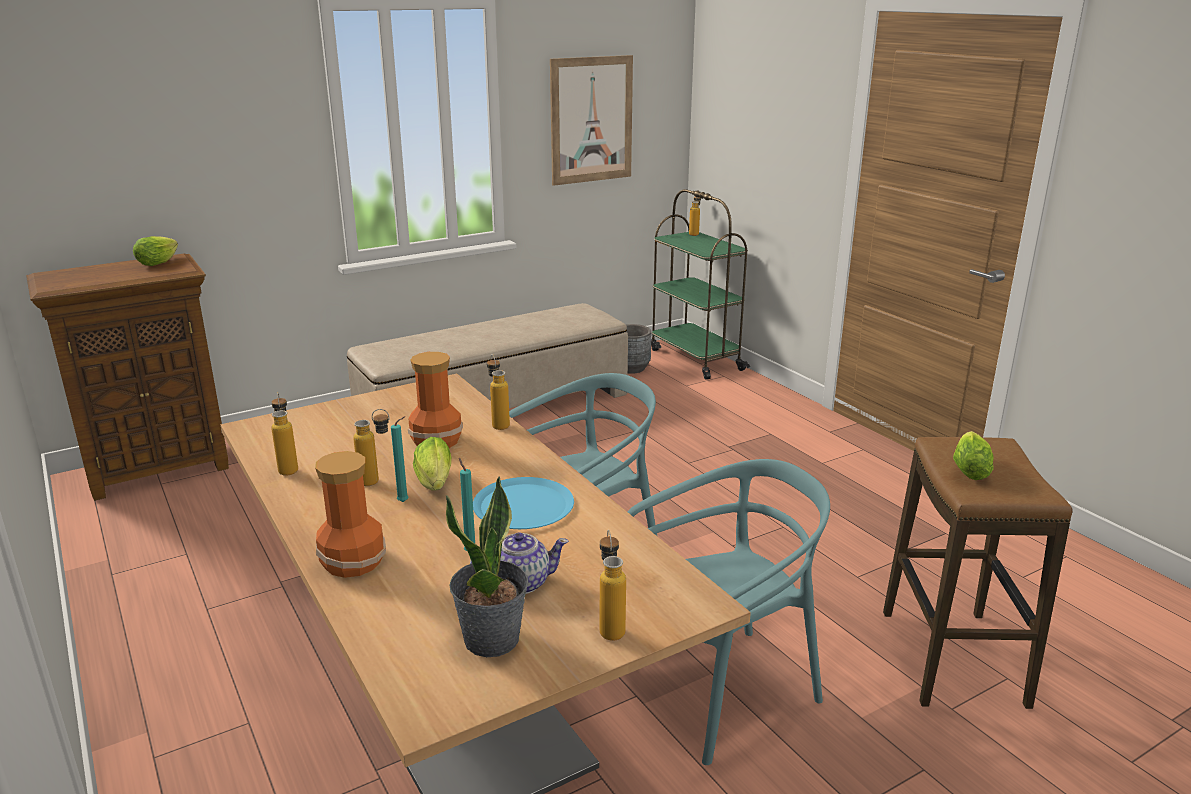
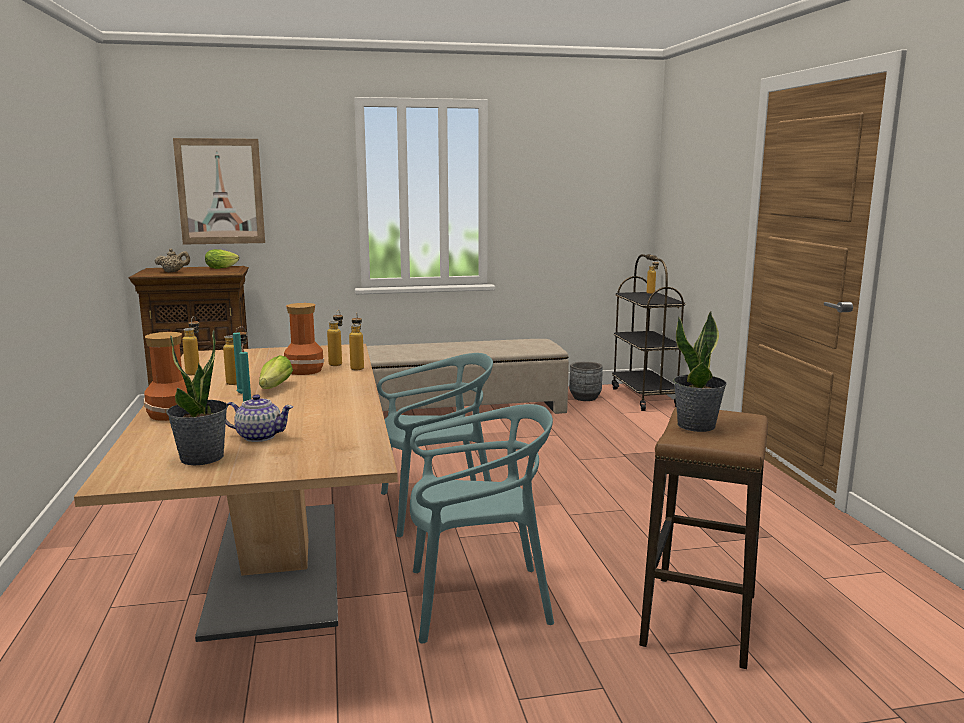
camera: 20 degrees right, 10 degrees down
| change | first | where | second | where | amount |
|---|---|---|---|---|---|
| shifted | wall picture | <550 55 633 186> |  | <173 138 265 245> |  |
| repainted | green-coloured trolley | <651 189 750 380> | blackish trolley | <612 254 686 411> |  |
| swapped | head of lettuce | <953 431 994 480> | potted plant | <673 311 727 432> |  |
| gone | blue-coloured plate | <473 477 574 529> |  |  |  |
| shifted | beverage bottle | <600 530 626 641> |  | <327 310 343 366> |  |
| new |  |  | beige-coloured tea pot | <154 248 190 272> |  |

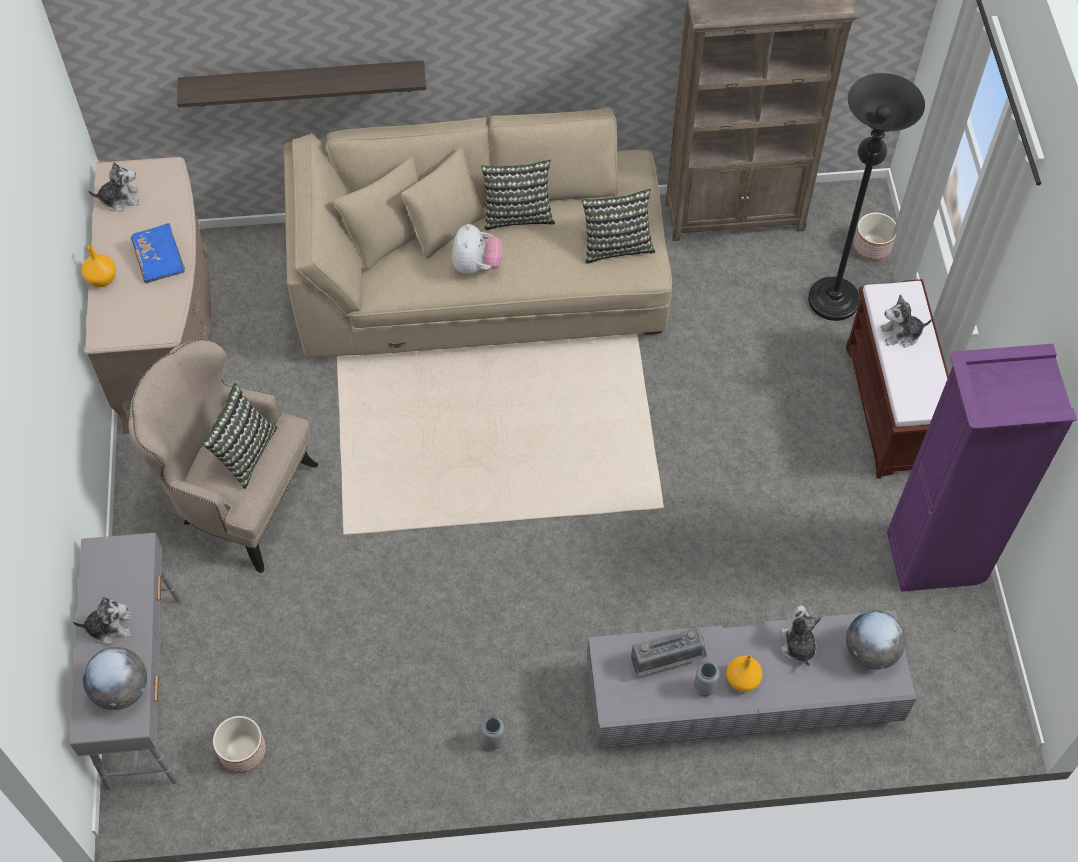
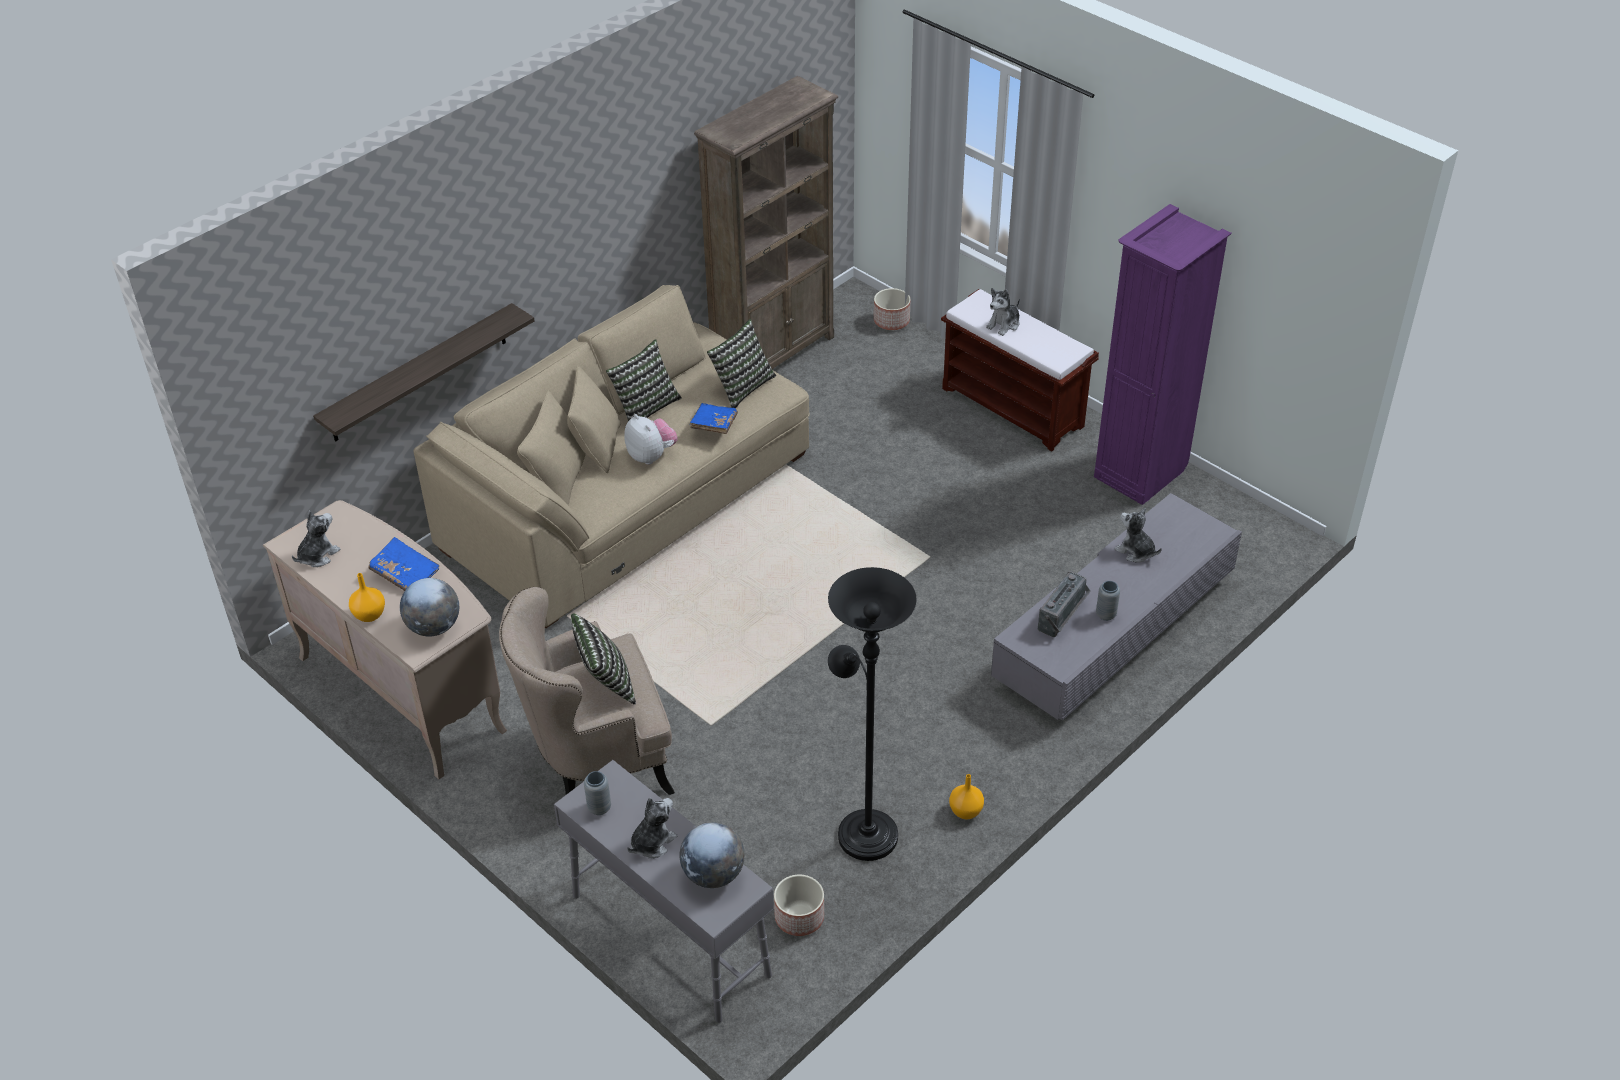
camera: 40 degrees left, 15 degrees down
| change | first | where | second | where | amount |
|---|---|---|---|---|---|
| shifted | blackish floor lamp | <808 73 925 321> |  | <828 567 917 861> |  |
| shifted | desk globe | <846 611 906 670> |  | <400 578 459 637> |  |
| shifted | orangey flower vase | <726 655 762 692> |  | <949 774 984 819> |  |
| shifted | greyish flower vase | <482 717 505 750> |  | <584 771 611 815> |  |
| new |  |  | blue-coloured book | <690 403 738 434> |  |

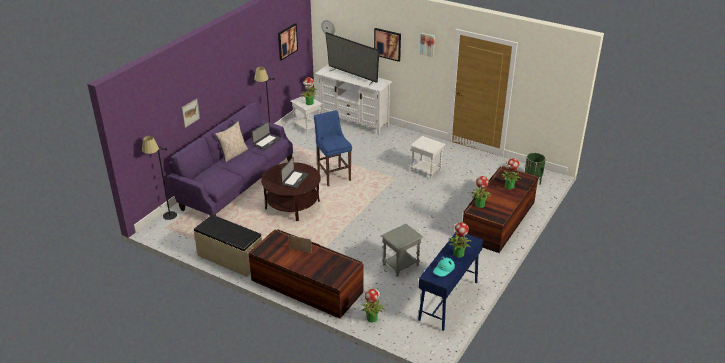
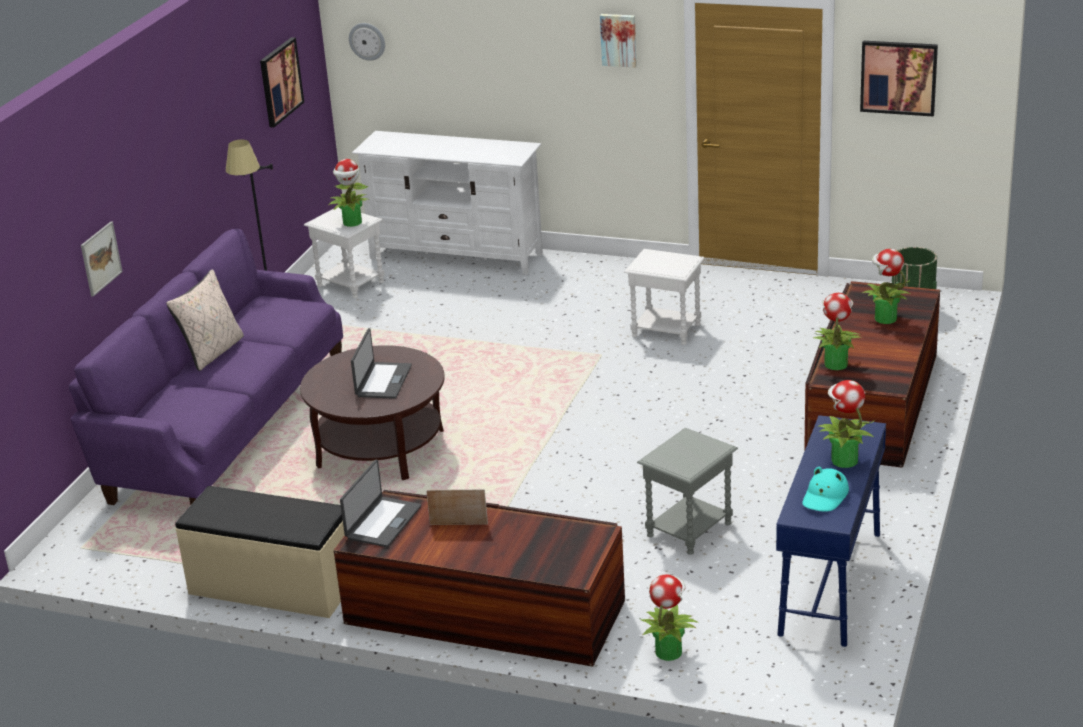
camera: 10 degrees left, 5 degrees down
| change | first | where | second | where | amount |
|---|---|---|---|---|---|
| shifted | wall picture | <374 28 401 62> |  | <860 40 938 116> |  |
| gone | TV set | <325 32 380 85> |  |  |  |
| gone | blue-coloured sitting stool | <314 110 352 186> |  |  |  |
| shifted | portable computer | <252 121 281 150> |  | <340 460 421 547> |  |
| gone | blackish floor lamp | <142 136 177 220> |  |  |  |

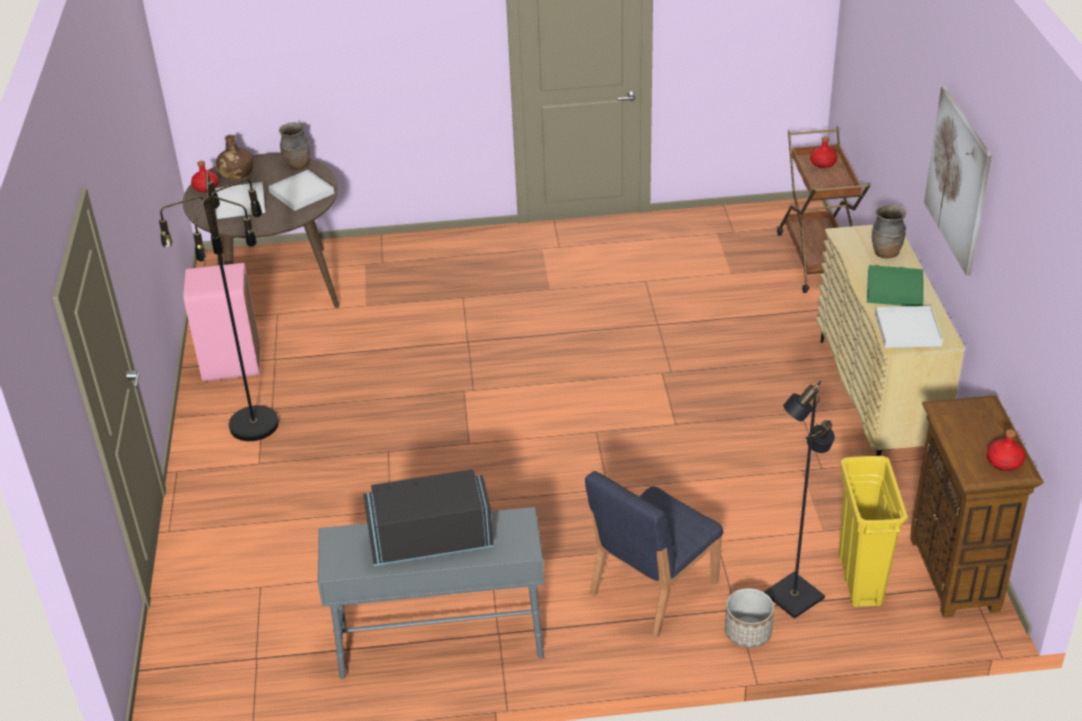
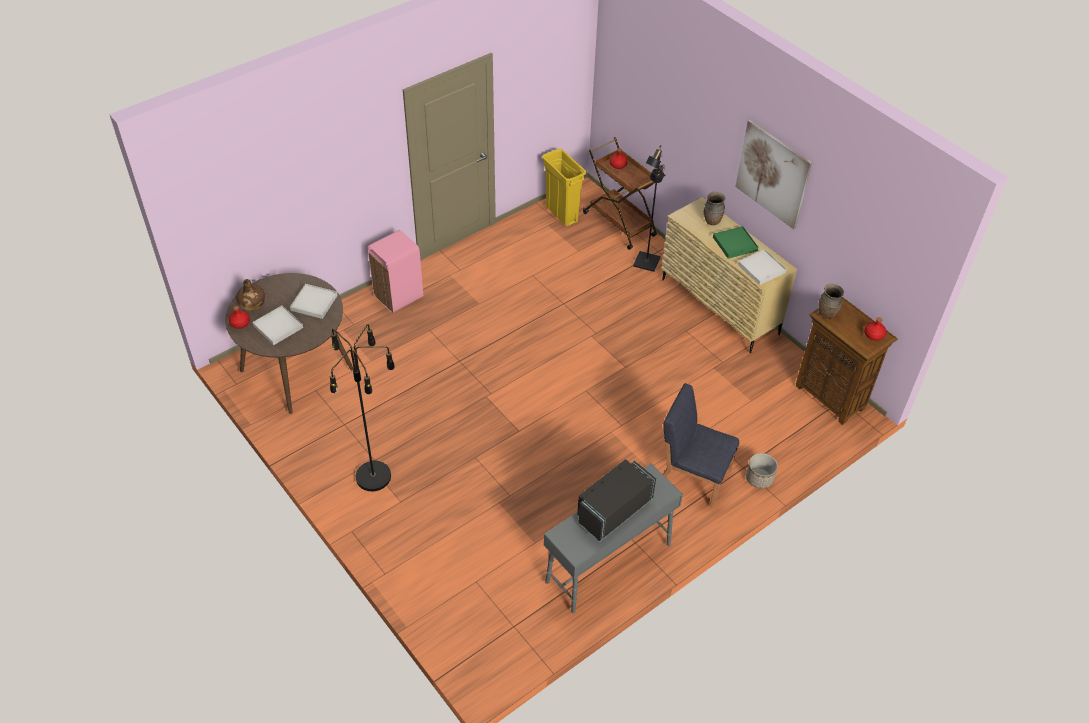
camera: 35 degrees left, 10 degrees up
| change | first | where | second | where | amount |
|---|---|---|---|---|---|
| shifted | brown-coloured flower vase | <279 122 310 170> |  | <818 284 844 319> |  |
| shifted | pinkish waste bin | <184 263 261 381> |  | <367 230 423 313> |  |
| shifted | blackish floor lamp | <764 380 835 619> |  | <633 145 665 272> |  |
| shifted | yellow-coloured waste bin | <839 456 908 607> |  | <542 149 586 226> |  |
| rotated | blue-coloured upright chair | <585 471 723 638> |  | <663 383 739 508> | 105 degrees clockwise |

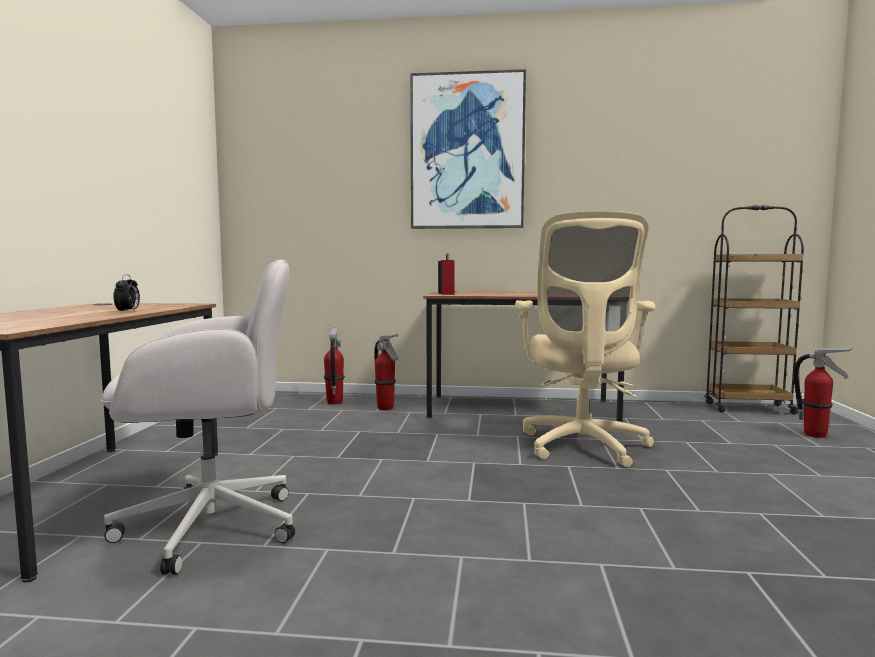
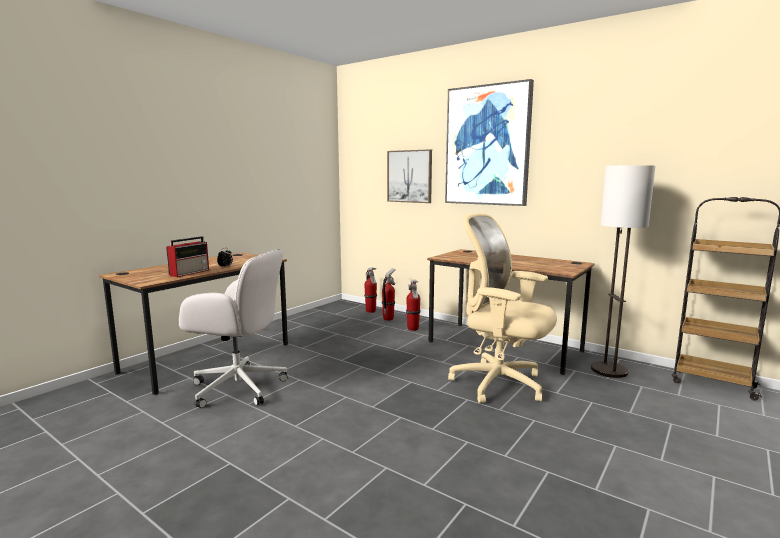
camera: 30 degrees right, 5 degrees up
| change | first | where | second | where | amount |
|---|---|---|---|---|---|
| rotated | beige-coloured computer chair | <515 211 655 467> |  | <448 213 557 403> | 90 degrees clockwise |
| shifted | radio set | <438 254 455 295> |  | <166 236 209 277> |  |
| shifted | extinguisher | <793 348 853 438> |  | <364 267 377 313> |  |
| new |  |  | wall picture | <387 149 432 203> |  |
| new |  |  | floor lamp | <591 165 655 378> |  |

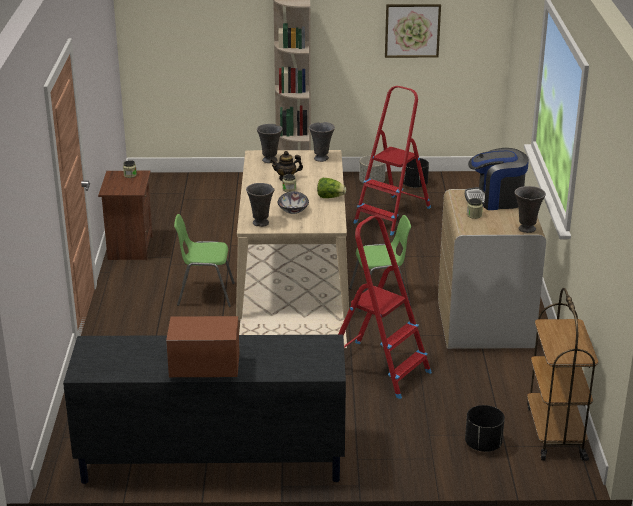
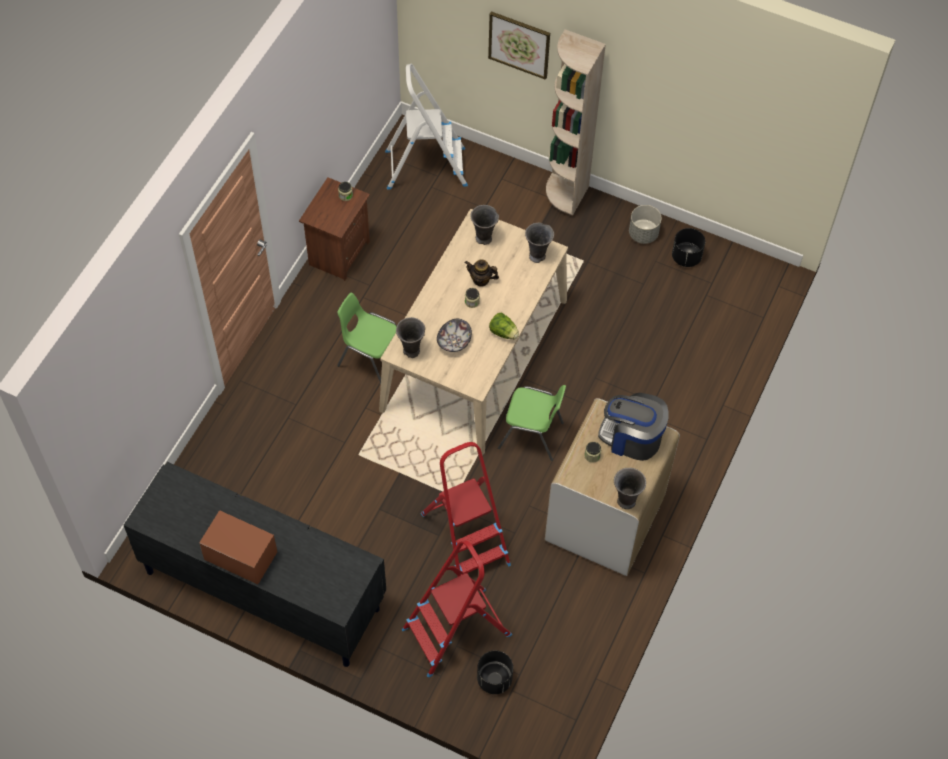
camera: 25 degrees right, 30 degrees up
| change | first | where | second | where | amount |
|---|---|---|---|---|---|
| shifted | wall picture | <385 4 441 58> |  | <488 11 550 80> |  |
| shifted | red step ladder | <354 86 431 236> |  | <402 540 512 677> |  |
| gone | brown-coloured trolley | <527 288 599 461> |  |  |  |
| new |  |  | white-coloured step ladder | <385 64 468 190> |  |

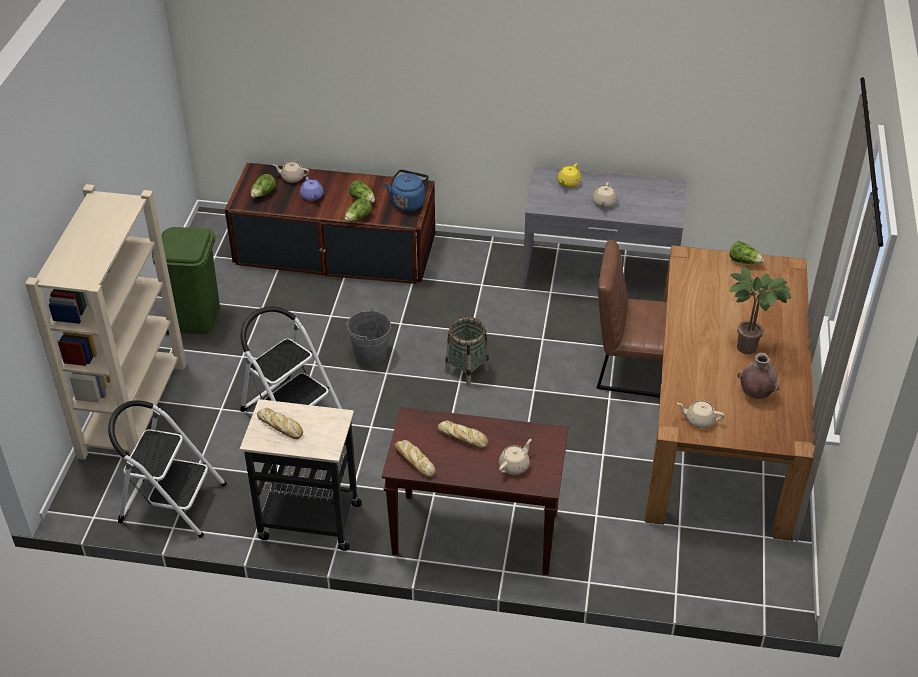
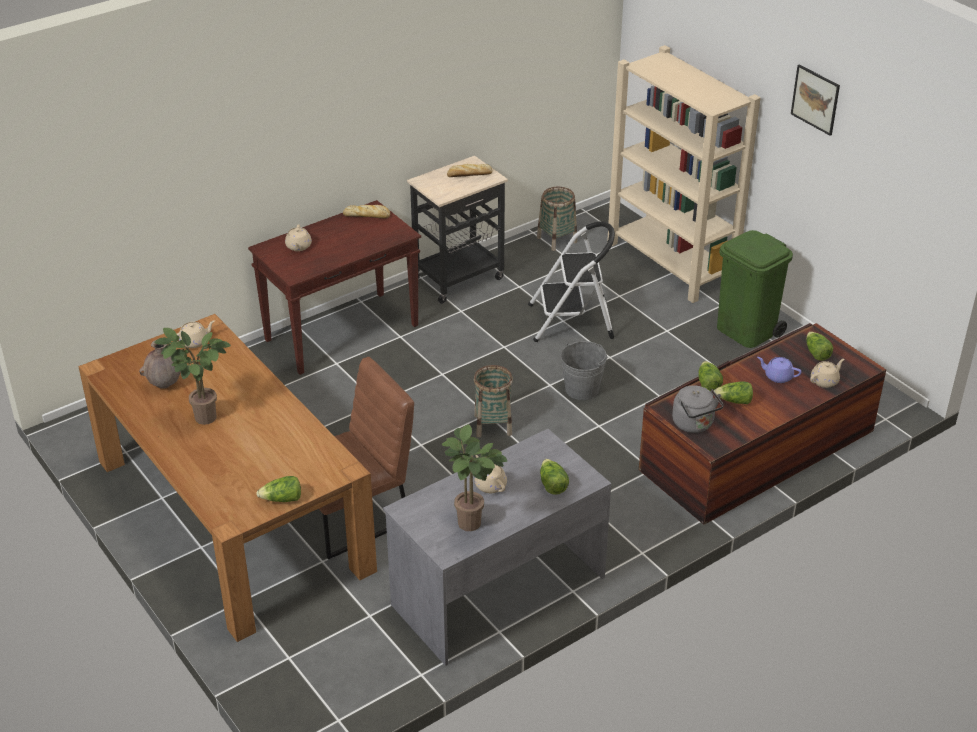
camera: 135 degrees right, 5 degrees down
| change | first | where | second | where | amount |
|---|---|---|---|---|---|
| swapped | yellow-coloured tea pot | <557 163 582 188> | head of lettuce | <540 459 569 495> |  |
| repainted | blue-coloured kettle | <385 170 429 212> | greyish kettle | <672 385 724 433> |  |
| swapped | step ladder | <108 400 227 538> | household basket | <537 187 577 251> |  |
| gone | baked bread | <437 420 488 449> |  |  |  |
| new |  |  | wall picture | <791 64 840 136> |  |
| new |  |  | potted plant | <442 424 507 531> |  |

